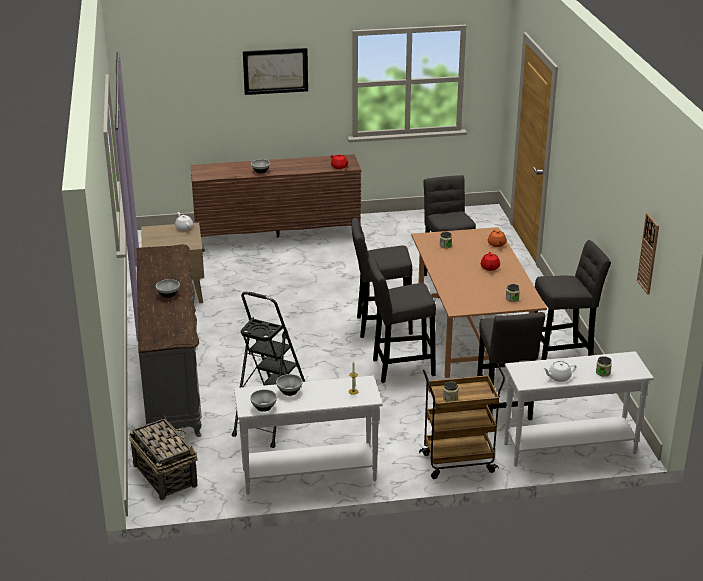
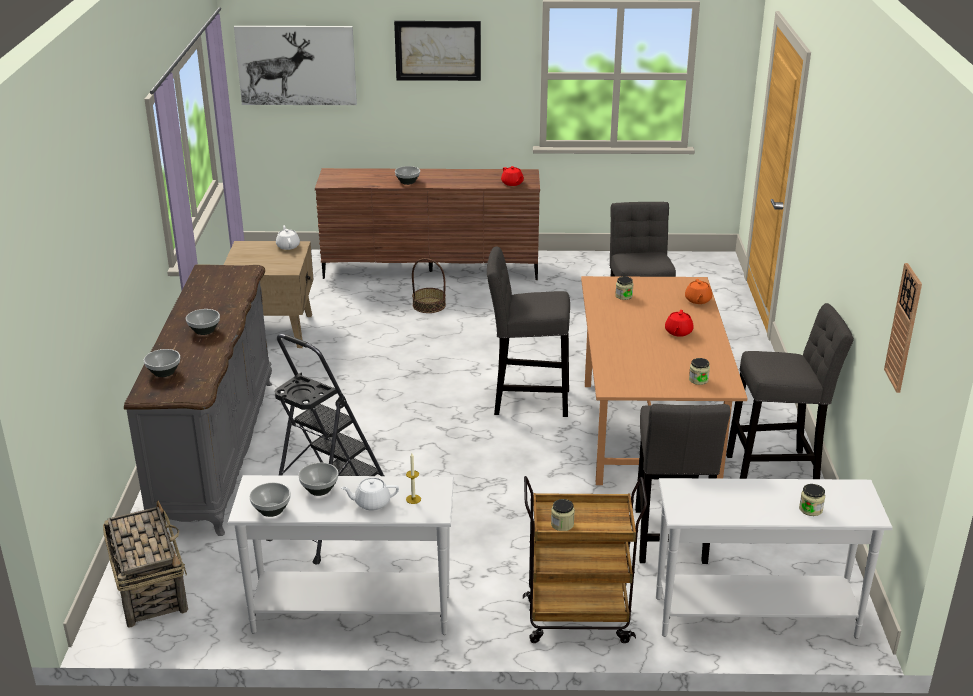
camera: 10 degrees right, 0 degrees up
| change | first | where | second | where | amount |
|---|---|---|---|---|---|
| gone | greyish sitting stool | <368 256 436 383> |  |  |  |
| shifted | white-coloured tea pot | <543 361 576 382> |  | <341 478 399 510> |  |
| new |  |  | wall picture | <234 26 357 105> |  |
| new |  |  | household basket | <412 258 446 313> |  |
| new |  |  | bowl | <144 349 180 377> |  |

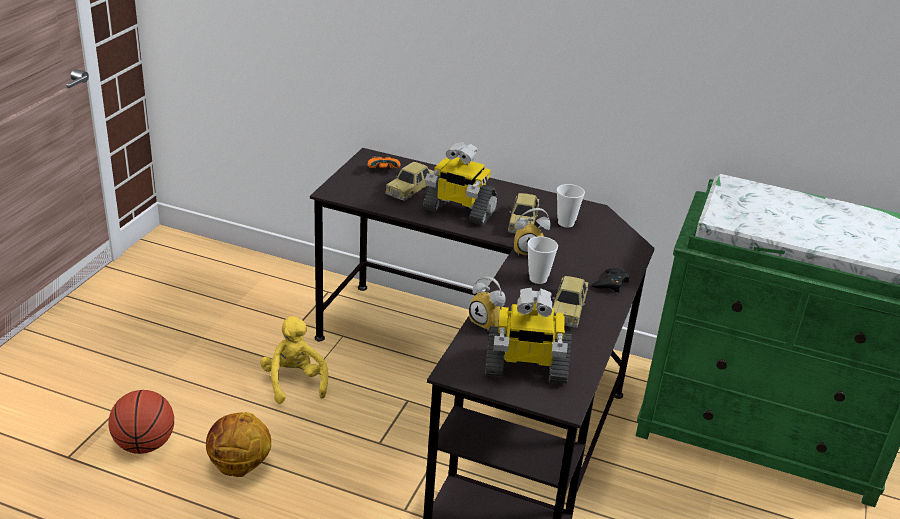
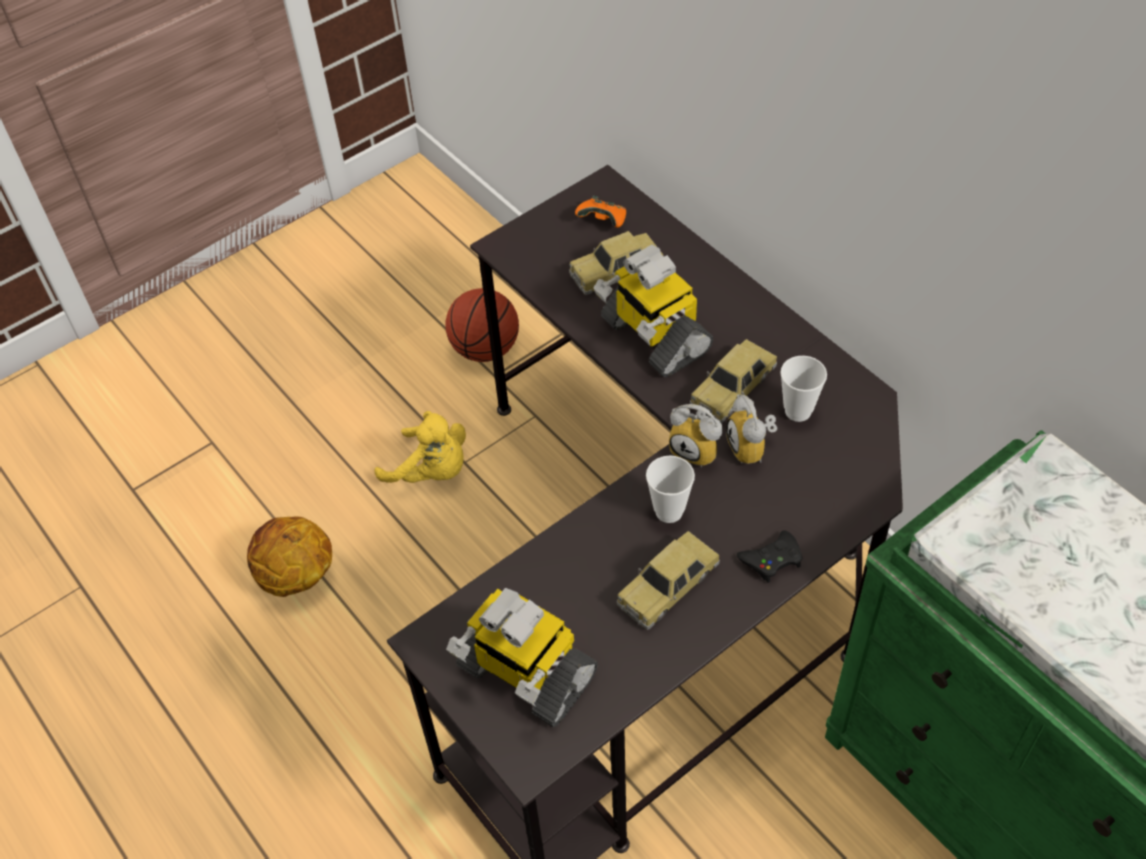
camera: 35 degrees right, 20 degrees up
| change | first | where | second | where | amount |
|---|---|---|---|---|---|
| shifted | bedside clock | <469 277 506 331> |  | <726 394 777 464> |  |
| rotated | yellow-coloured cuddly toy | <260 316 328 404> |  | <375 411 466 483> | 105 degrees clockwise |
| shifted | basketball ball | <109 390 174 454> |  | <446 288 519 362> |  |

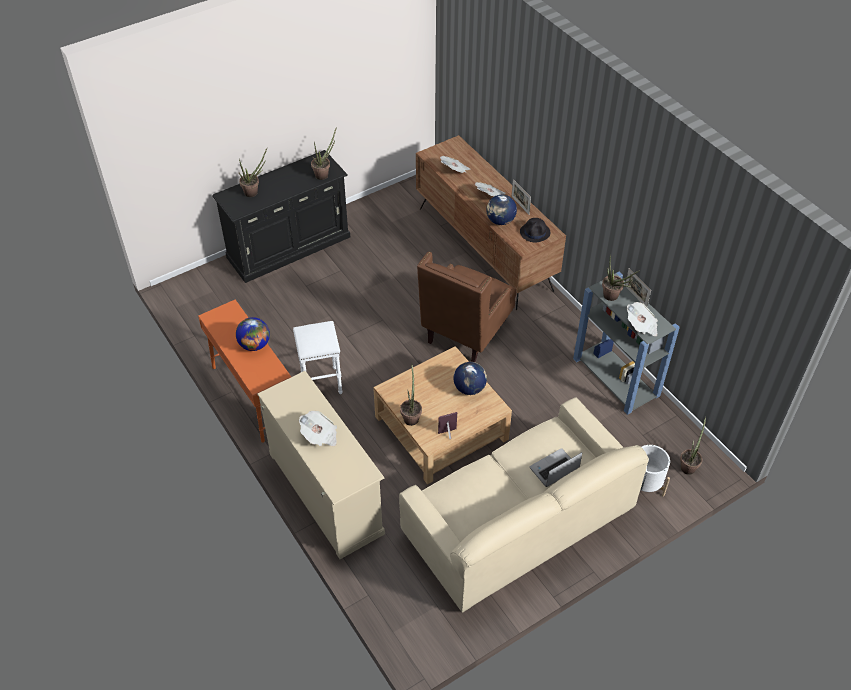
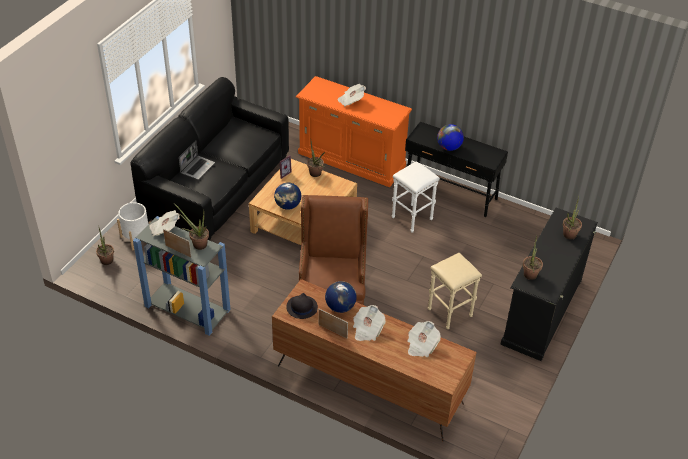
camera: 150 degrees right, 5 degrees down
| change | first | where | second | where | amount |
|---|---|---|---|---|---|
| repainted | orangey console table | <198 300 291 443> | blackish console table | <405 122 508 217> |  |
| repainted | beige-coloured storage cabinet | <257 371 385 559> | orangey storage cabinet | <296 76 412 187> |  |
| repainted | beige-coloured sofa | <399 397 649 613> | blackish sofa | <130 77 289 240> |  |
| new |  |  | beige-coloured sitting stool | <428 253 482 329> |  |

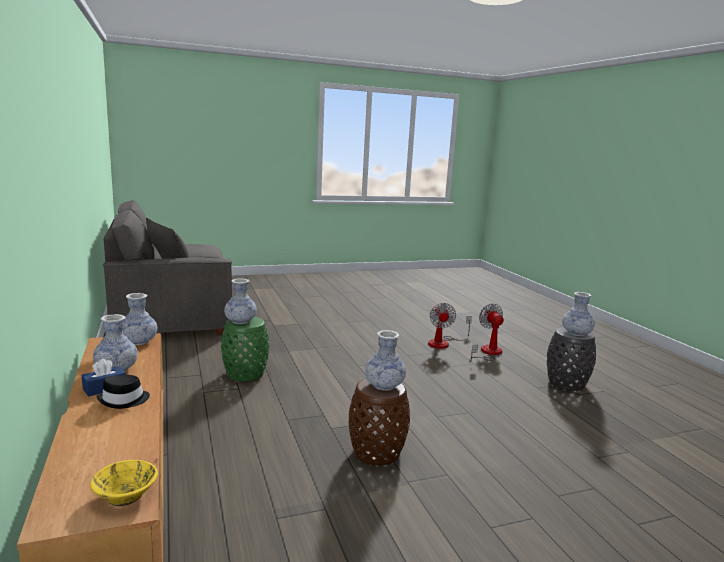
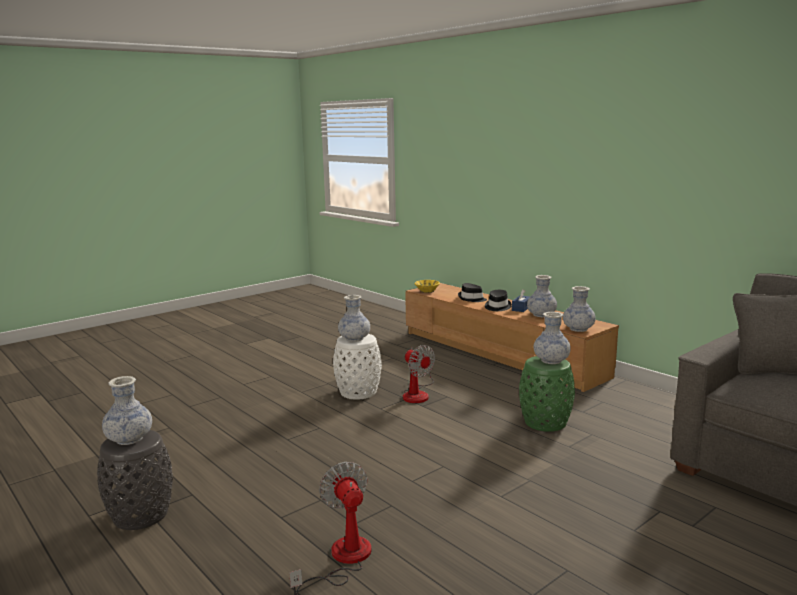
camera: 160 degrees right, 0 degrees up
| change | first | where | second | where | amount |
|---|---|---|---|---|---|
| shifted | cooling fan | <469 303 504 362> |  | <403 345 435 403> |  |
| repainted | brown-coloured sitting stool | <349 379 410 466> | white-coloured sitting stool | <333 334 382 400> |  |
| new |  |  | blackish clothing hat | <458 283 487 302> |  |

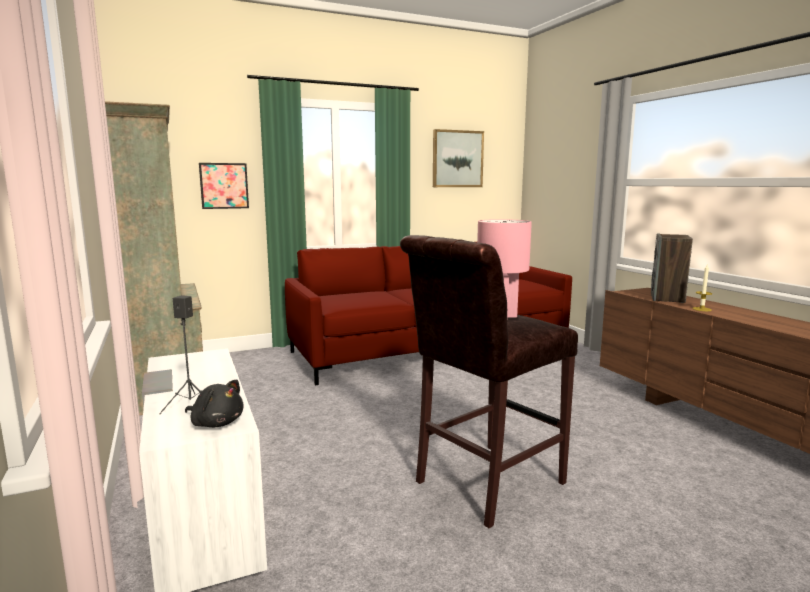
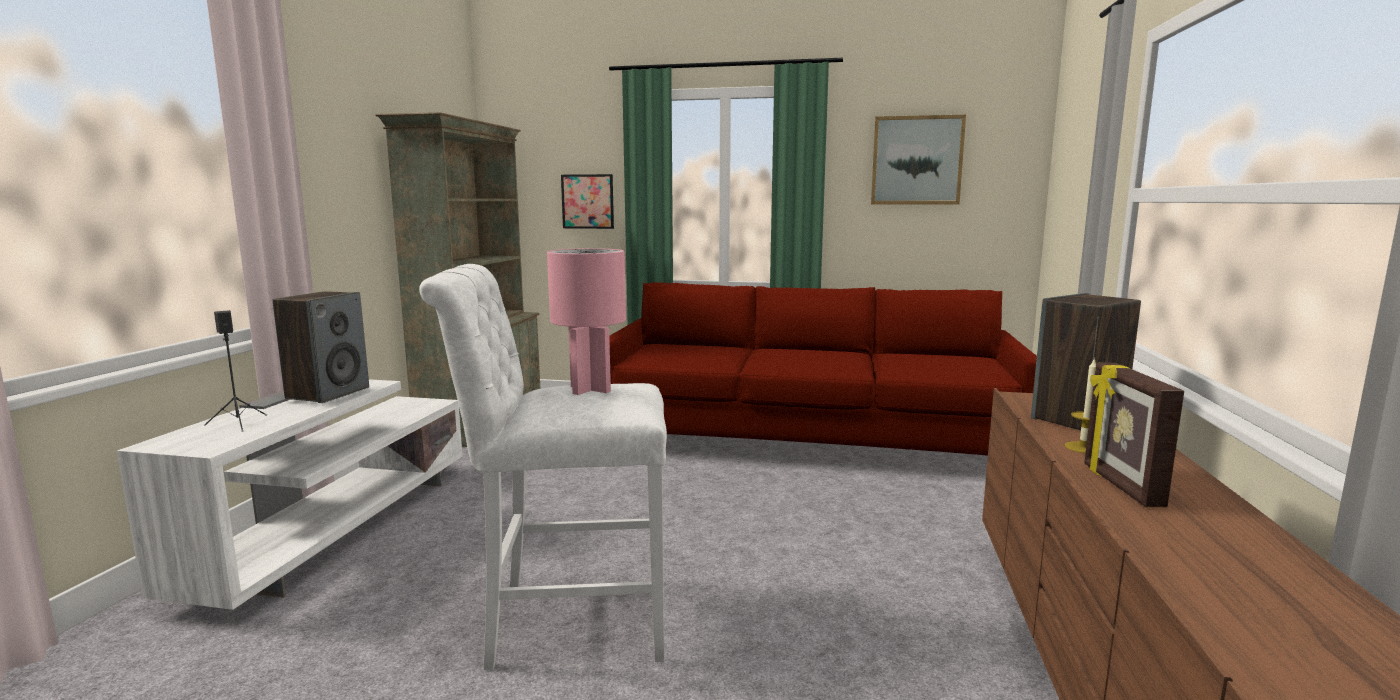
camera: 35 degrees right, 0 degrees up
| change | first | where | second | where | amount |
|---|---|---|---|---|---|
| repainted | brown-coloured sitting stool | <400 235 578 528> | white-coloured sitting stool | <419 264 667 670> |  |
| gone | blackish cuddly toy | <185 379 243 427> |  |  |  |
| new |  |  | speaker | <273 291 369 403> |  |
| new |  |  | photo frame | <1084 363 1184 507> |  |

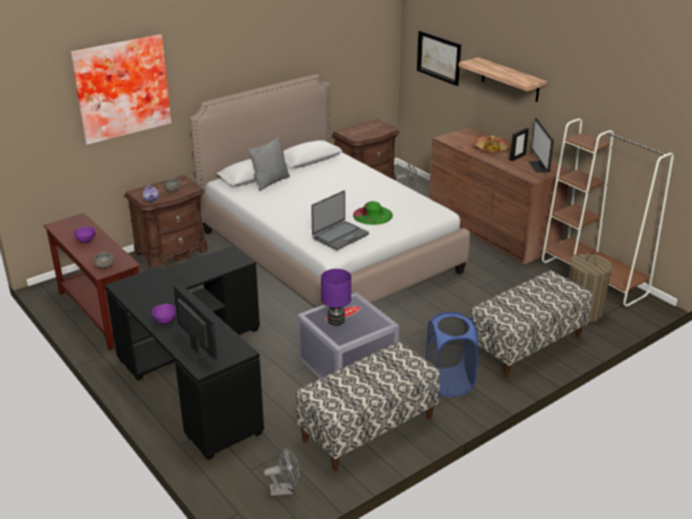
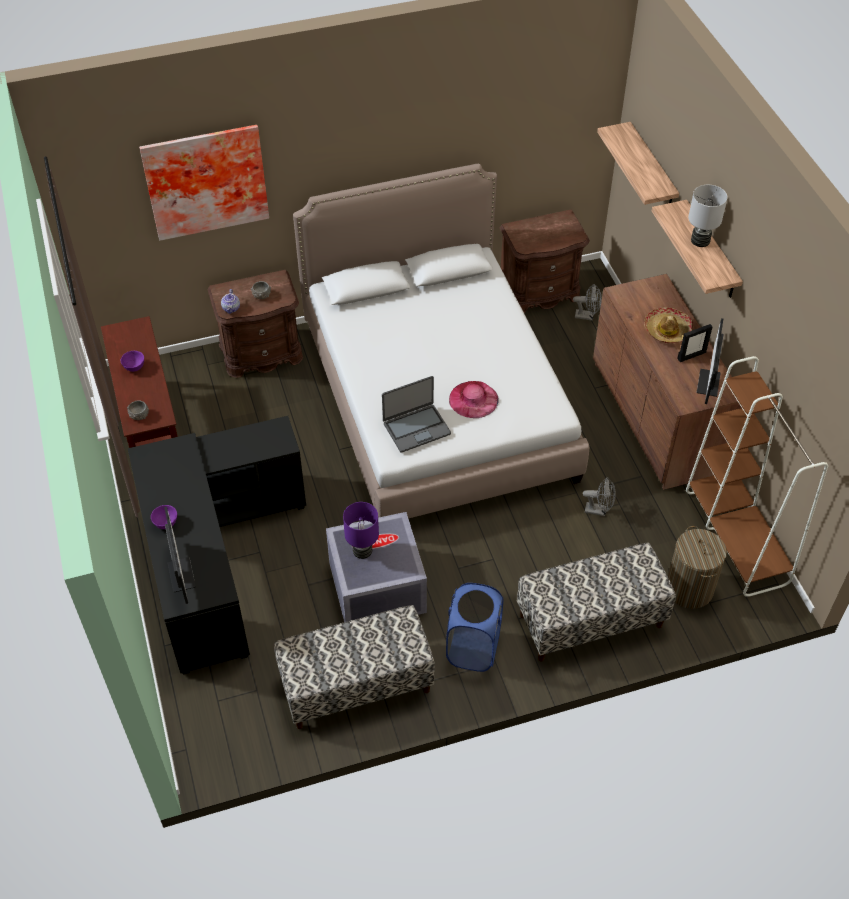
camera: 20 degrees right, 20 degrees up
| change | first | where | second | where | amount |
|---|---|---|---|---|---|
| swapped | wall picture | <417 31 461 86> | wall shelf | <597 122 679 205> |  |
| gone | greyish pillow | <248 137 290 191> |  |  |  |
| repainted | green-coloured clothing hat | <353 201 393 225> | pinkish clothing hat | <449 381 498 418> |  |
| shifted | greyish cooling fan | <264 448 300 496> |  | <583 477 616 516> |  |
| new |  |  | greyish lamp for a table | <688 185 728 247> |  |

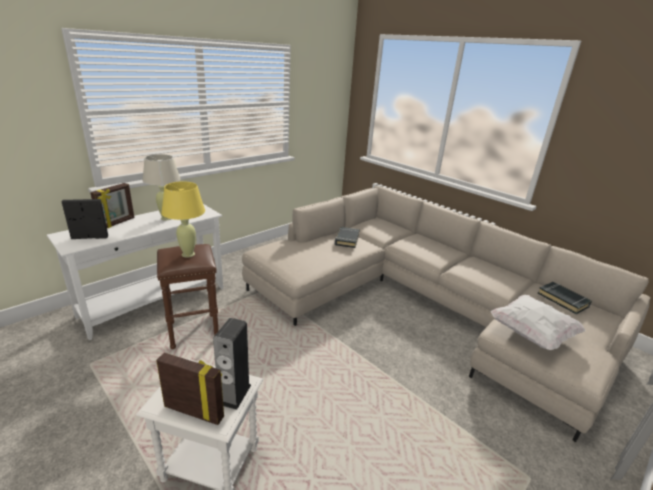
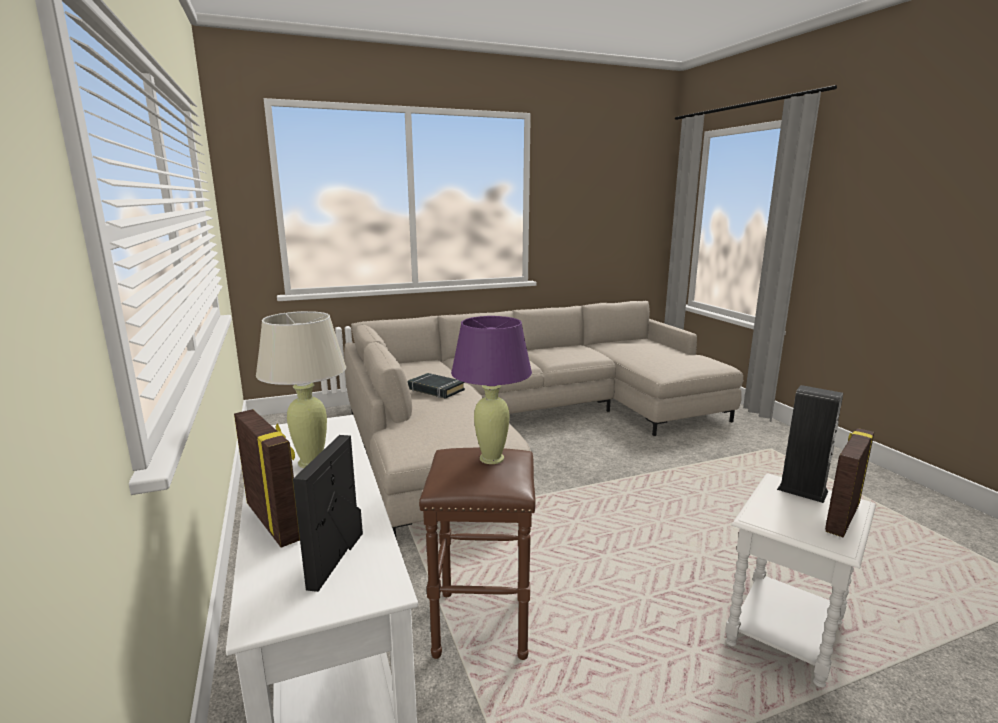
camera: 65 degrees left, 10 degrees down
| change | first | where | second | where | amount |
|---|---|---|---|---|---|
| repainted | yellow-coloured lamp for a table | <161 181 205 258> | purplish lamp for a table | <451 316 532 464> |  |
| gone | blackish book | <538 282 592 314> |  |  |  |
| gone | white-coloured pillow | <491 295 586 350> |  |  |  |

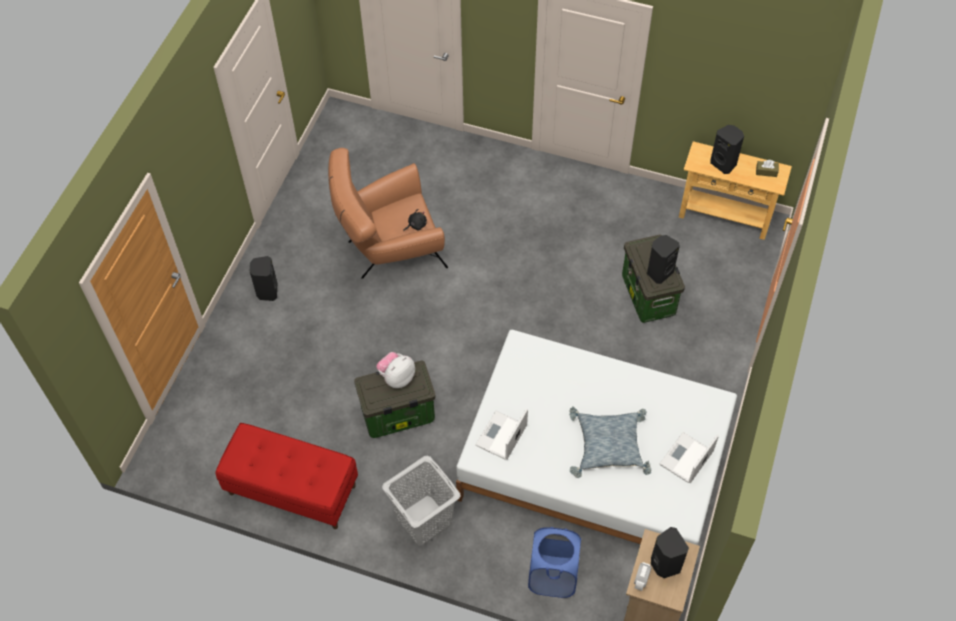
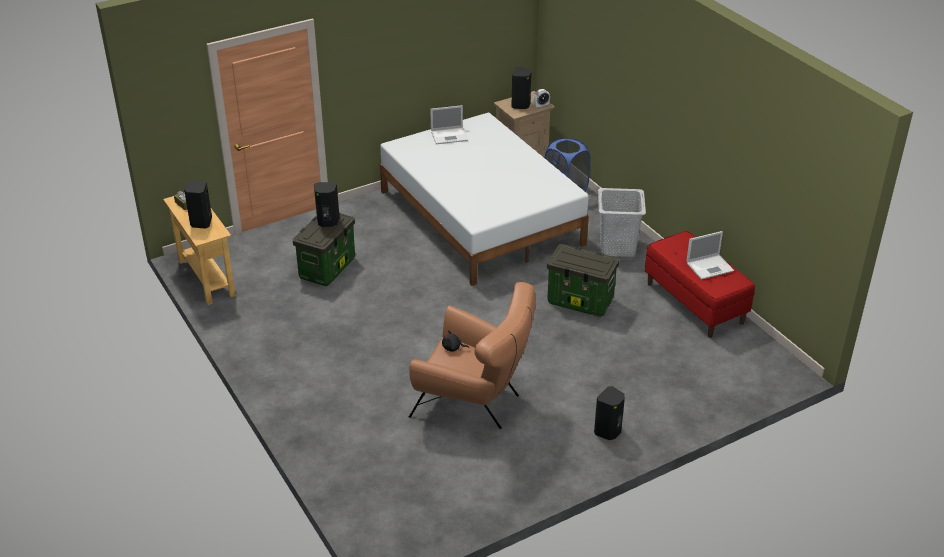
camera: 140 degrees left, 20 degrees down
| change | first | where | second | where | amount |
|---|---|---|---|---|---|
| gone | cuddly toy | <376 352 415 388> |  |  |  |
| gone | pillow | <569 406 652 478> |  |  |  |
| shifted | portable computer | <475 408 528 460> |  | <686 231 734 280> |  |

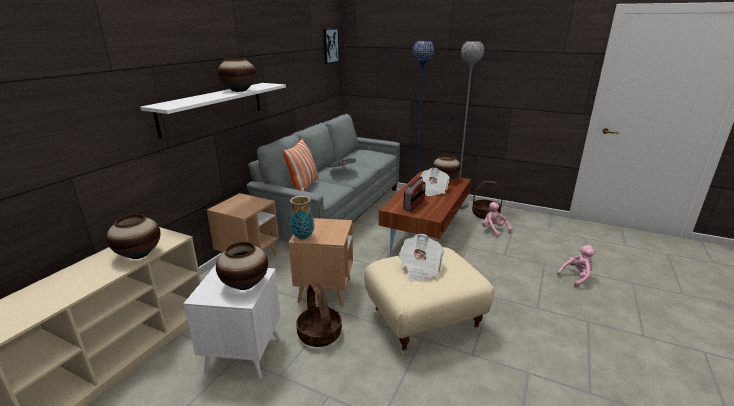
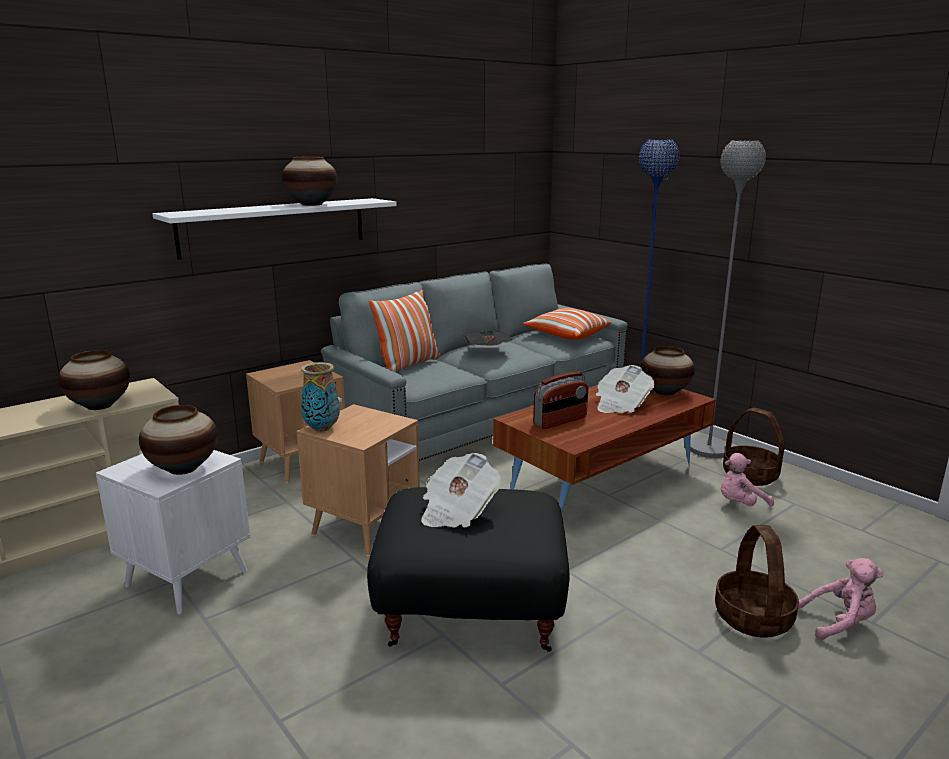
camera: 25 degrees right, 5 degrees down
| change | first | where | second | where | amount |
|---|---|---|---|---|---|
| gone | wall picture | <323 28 340 64> |  |  |  |
| rotated | pinkish cuddly toy | <482 202 512 237> |  | <721 453 774 507> | 105 degrees counterclockwise |
| repainted | beige-coloured ottoman | <364 247 494 354> | blackish ottoman | <367 487 570 652> |  |
| shifted | household basket | <296 282 342 347> |  | <715 525 799 638> |  |
| new |  |  | pillow | <523 308 611 340> |  |

